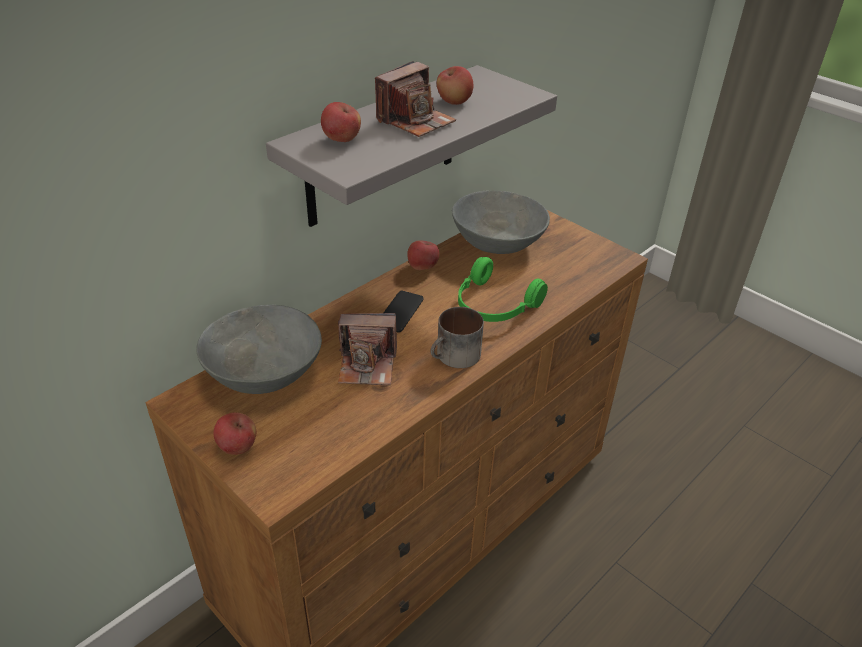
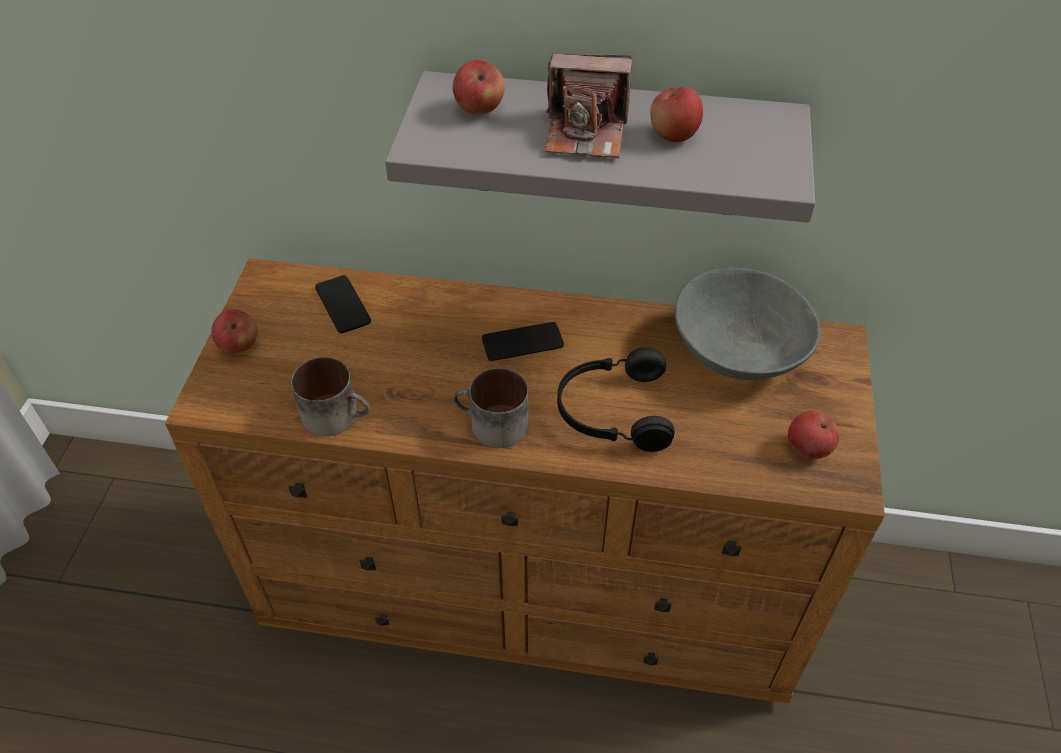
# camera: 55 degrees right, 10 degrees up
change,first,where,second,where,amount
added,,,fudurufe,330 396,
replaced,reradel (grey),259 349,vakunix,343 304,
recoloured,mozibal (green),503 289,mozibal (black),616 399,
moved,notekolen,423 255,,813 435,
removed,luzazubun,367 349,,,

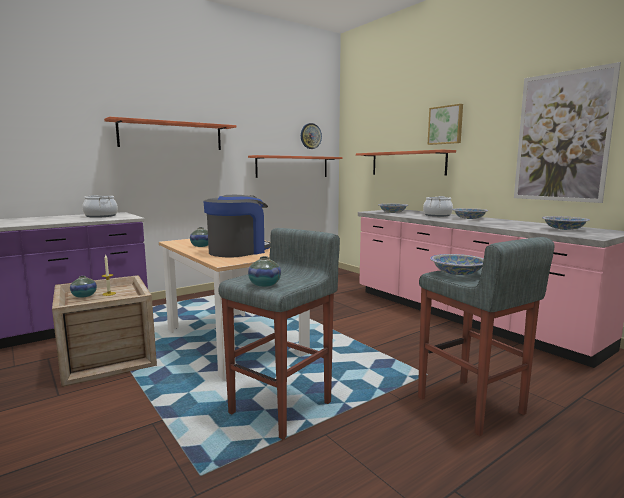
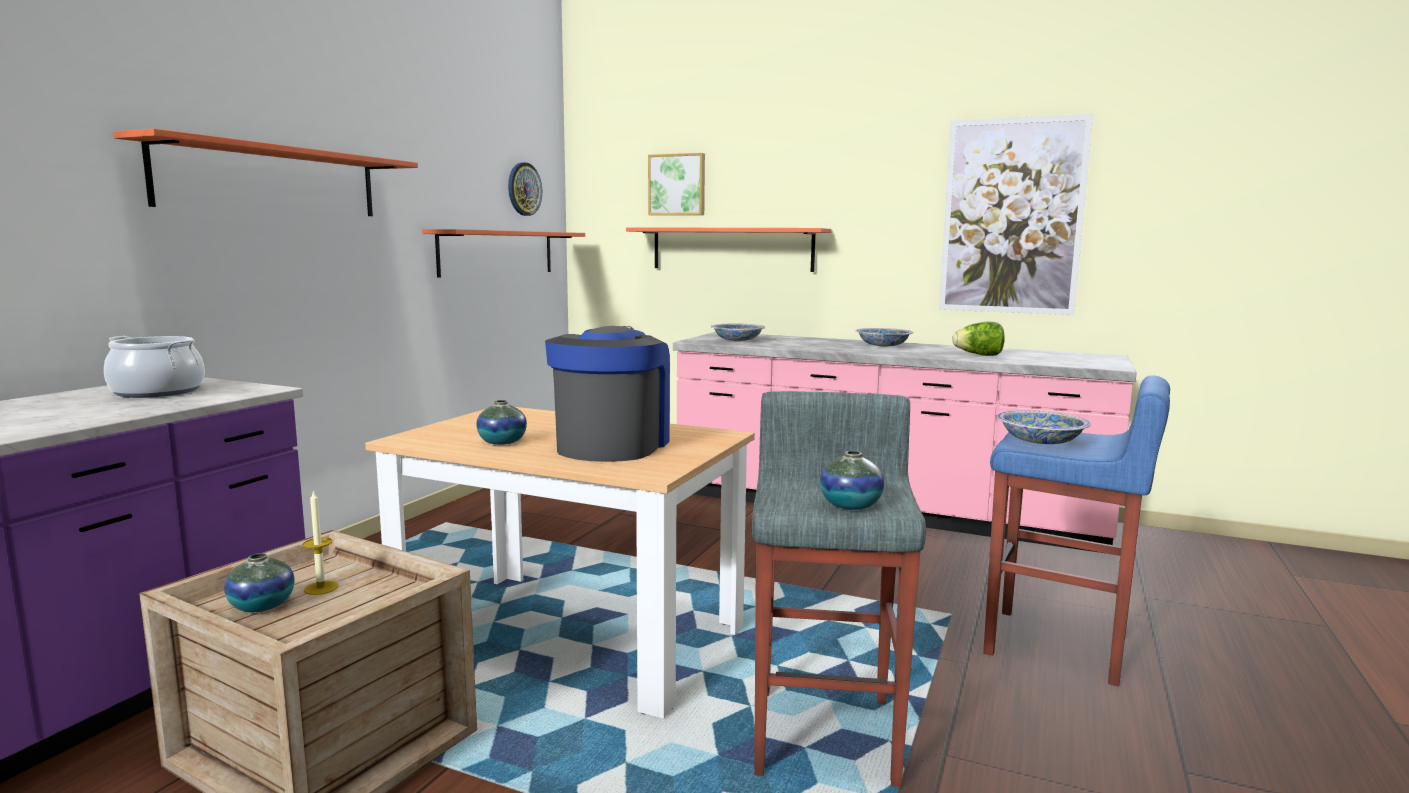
# camera: 30 degrees left, 0 degrees up
change,first,where,second,where,amount
moved,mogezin,445 124,,676 184,
added,,,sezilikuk,979 339,
recoloured,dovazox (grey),486 336,dovazox (blue),1076 531,
removed,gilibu,438 206,,,
removed,reradel,566 223,,,

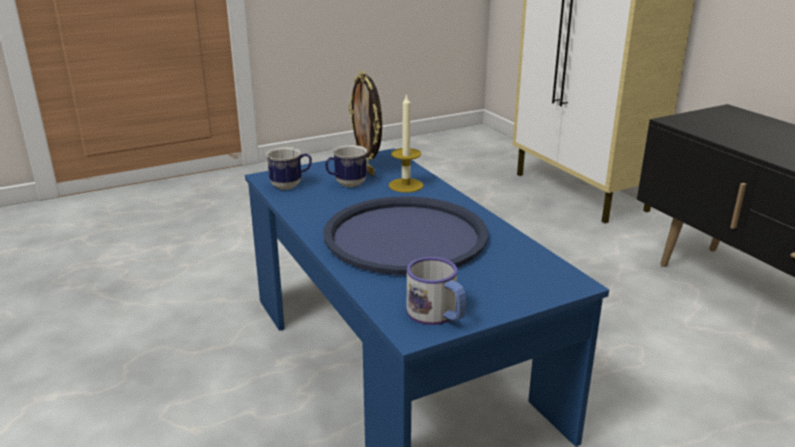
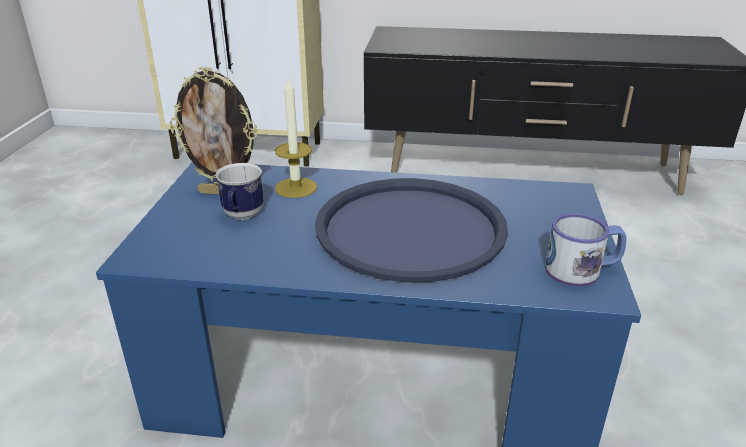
# camera: 55 degrees left, 5 degrees up
change,first,where,second,where,amount
removed,fudurufe,289 168,,,

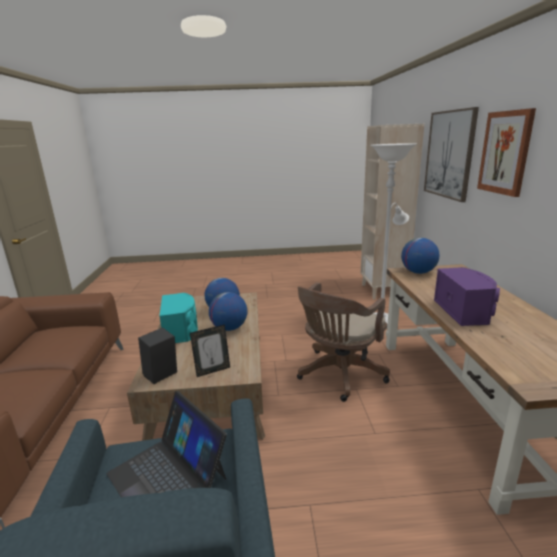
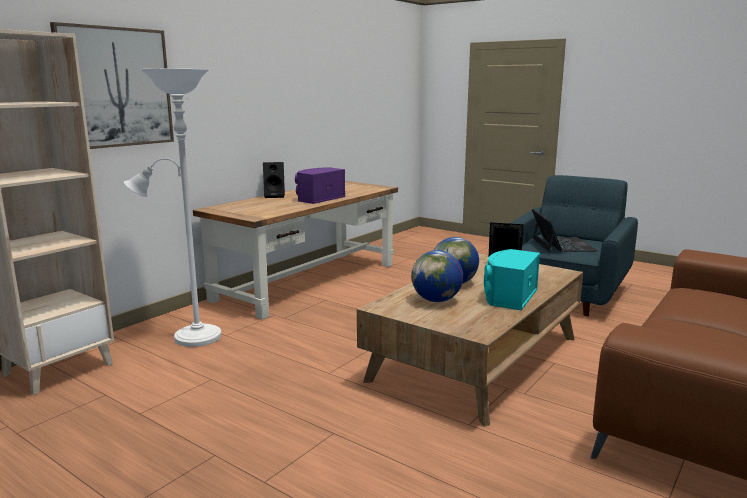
# camera: 140 degrees left, 5 degrees down
change,first,where,second,where,amount
moved,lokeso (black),157 355,,274 180,
removed,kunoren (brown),343 342,,,
removed,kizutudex,420 256,,,
removed,mogezin,506 152,,,

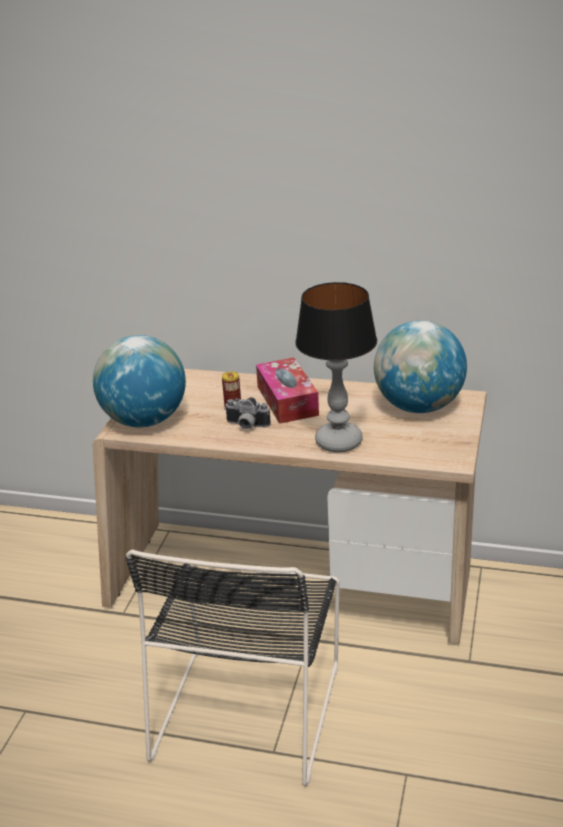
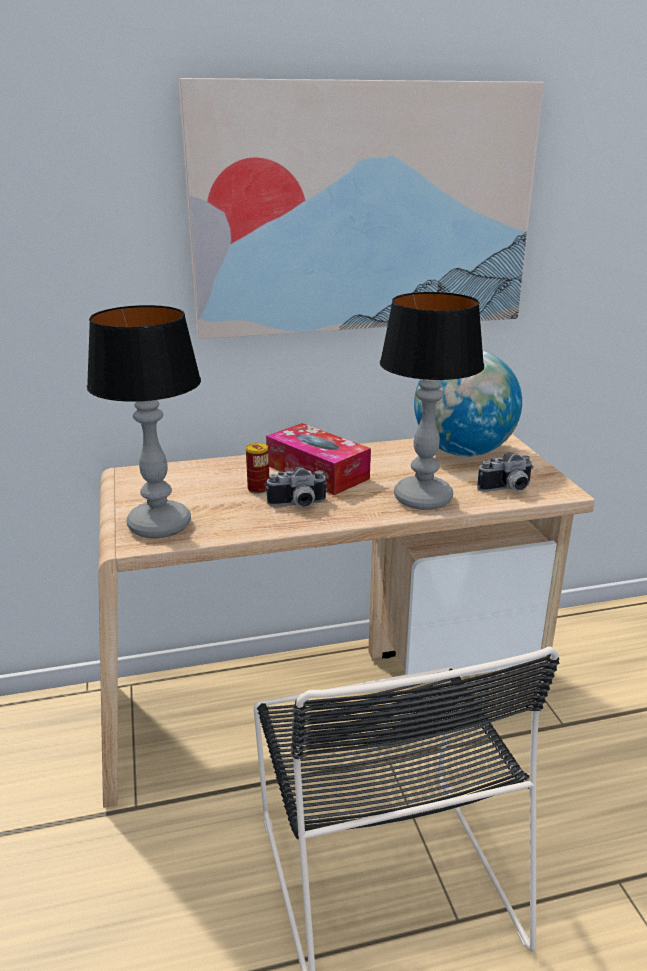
# camera: 30 degrees left, 5 degrees down
change,first,where,second,where,amount
replaced,kizutudex,139 381,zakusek,144 421,
added,,,mogezin,361 208,
added,,,luzazubun,505 472,

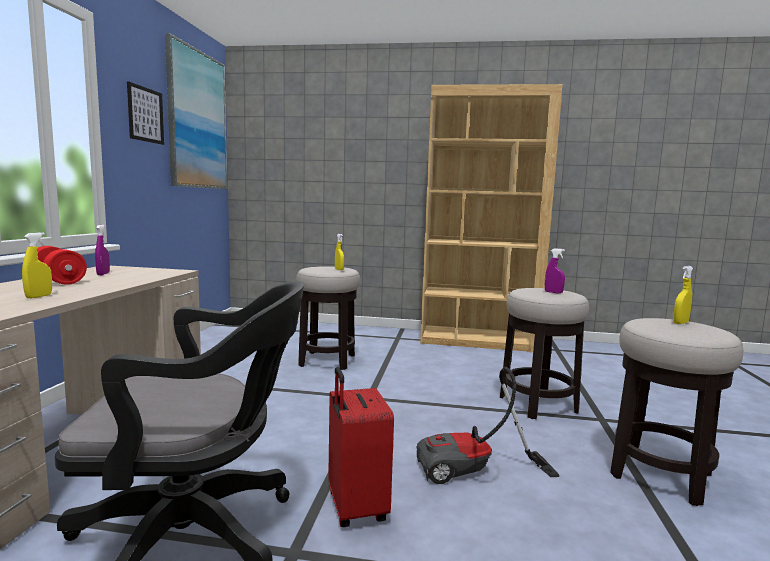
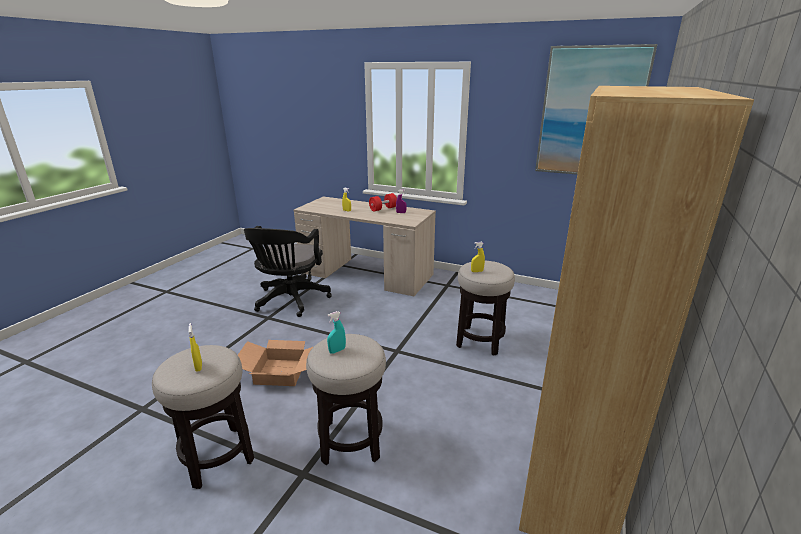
# camera: 105 degrees right, 15 degrees up
change,first,where,second,where,amount
replaced,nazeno,488 425,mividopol,275 363,
recoloured,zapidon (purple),555 270,zapidon (turquoise),336 332,
removed,mogezin,145 113,,,
removed,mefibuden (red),361 447,,,

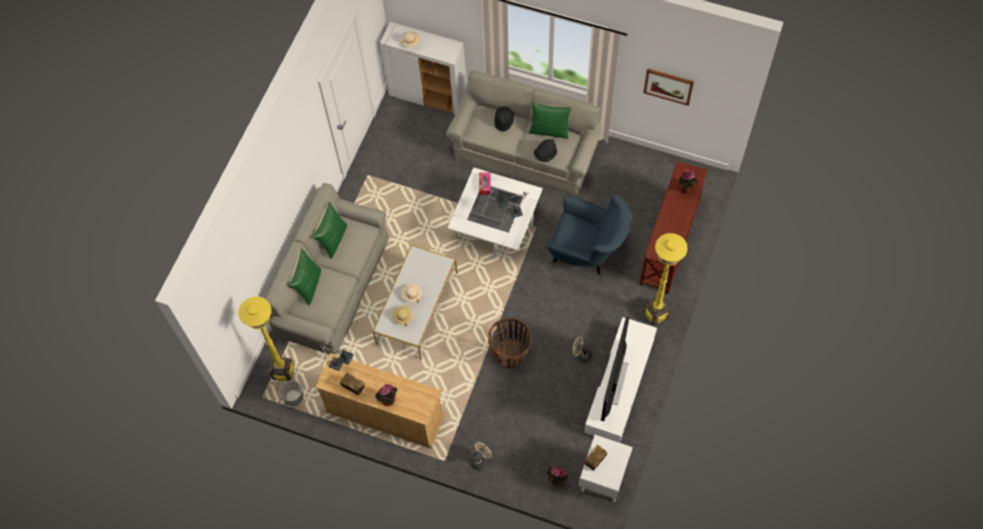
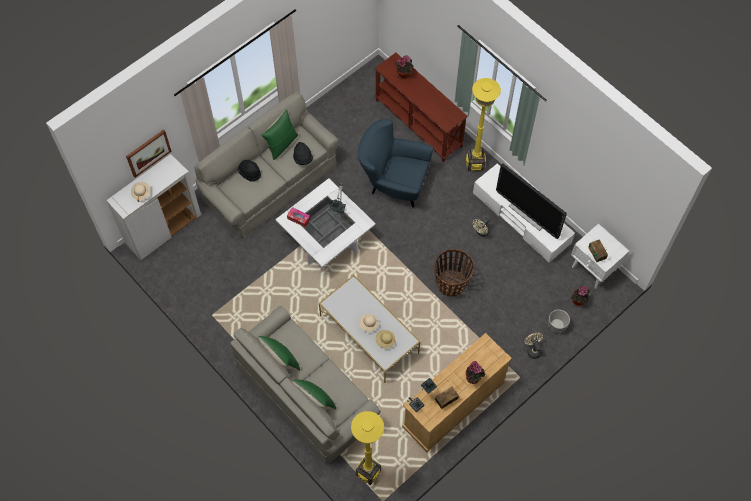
# camera: 65 degrees left, 0 degrees up
change,first,where,second,where,amount
moved,mogezin,668 87,,148 153,
turned,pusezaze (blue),588 234,,396 163,120 degrees counterclockwise
moved,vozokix,291 393,,559 321,

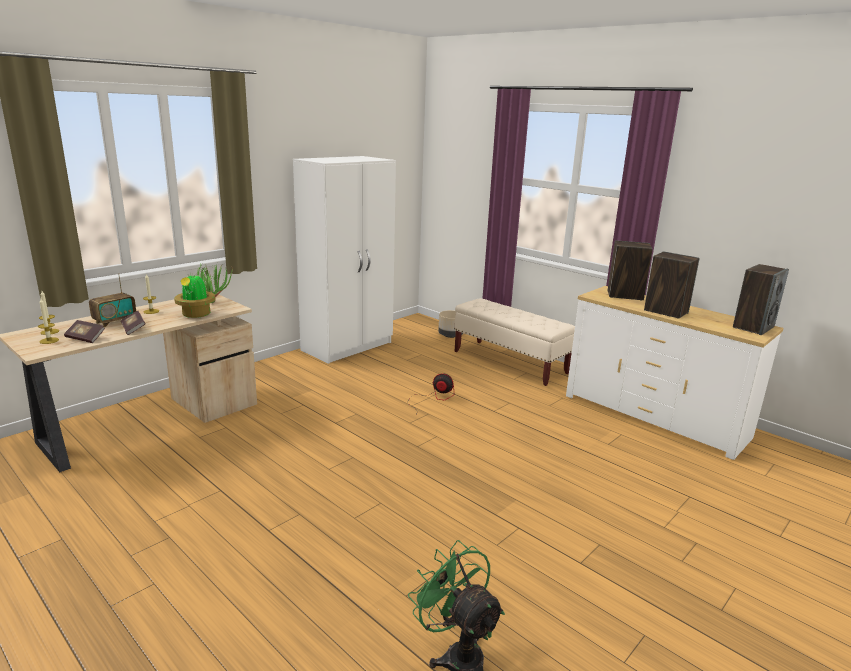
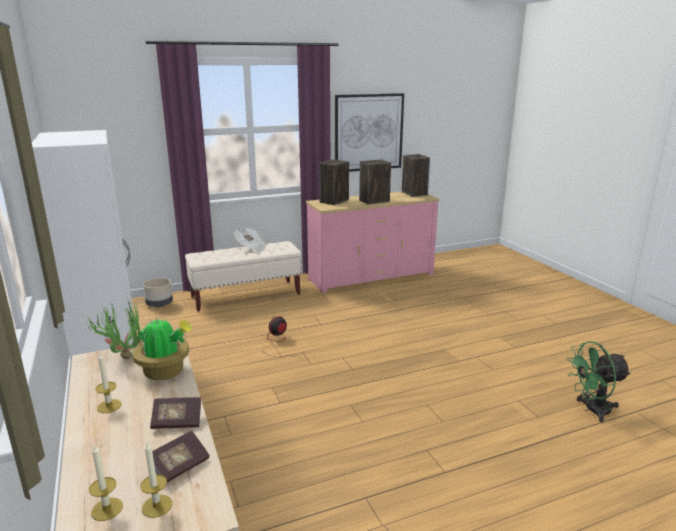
# camera: 65 degrees left, 0 degrees up
change,first,where,second,where,amount
added,,,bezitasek,250 239,
recoloured,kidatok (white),674 373,kidatok (pink),372 242,
added,,,mogezin,369 132,
removed,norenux,112 300,,,

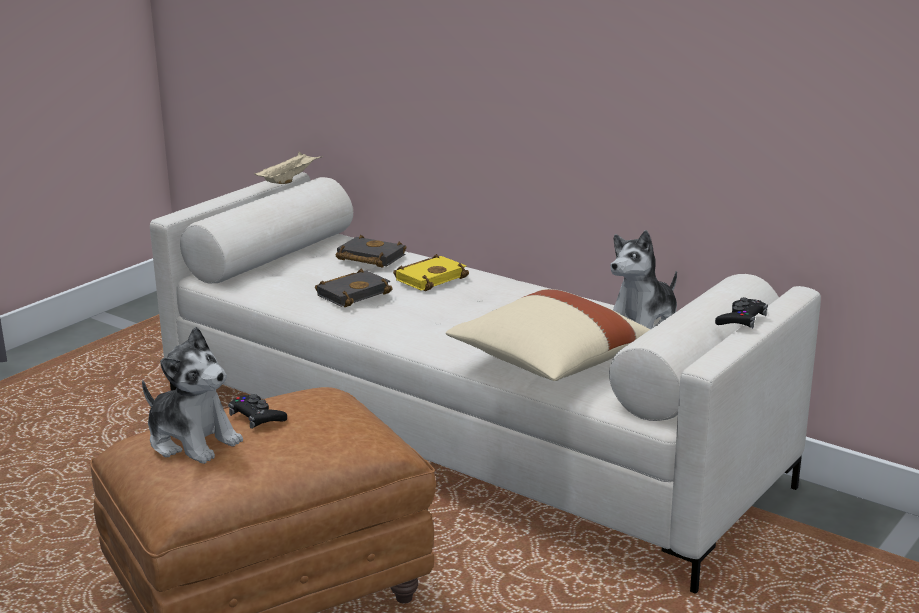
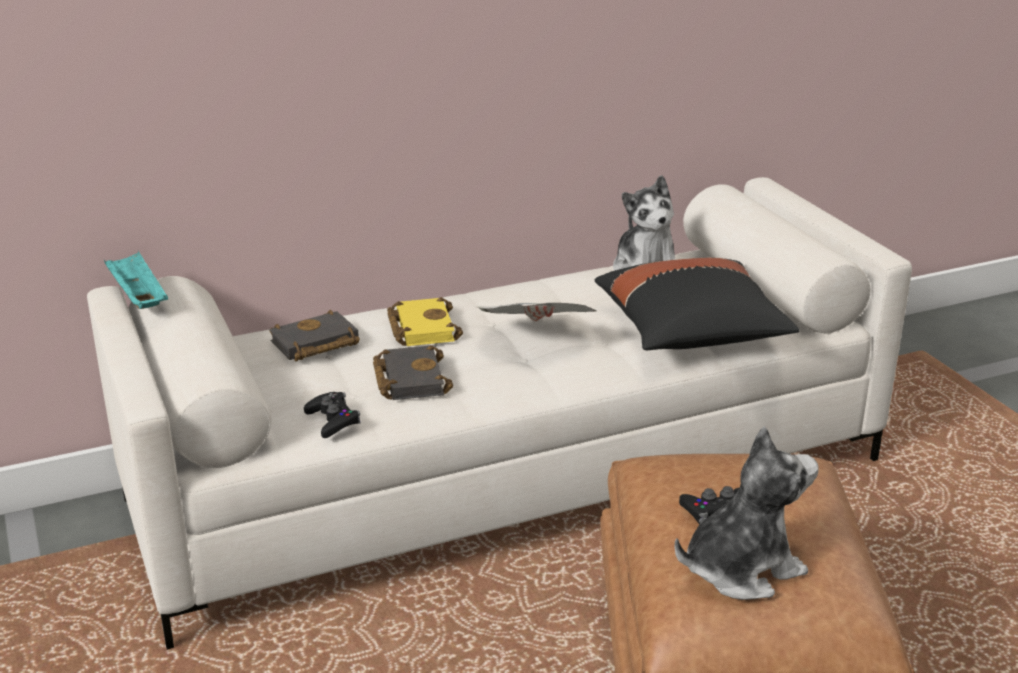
# camera: 60 degrees left, 5 degrees up
change,first,where,second,where,amount
recoloured,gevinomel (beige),288 168,gevinomel (turquoise),136 280,
moved,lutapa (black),741 312,,332 415,
added,,,bezitasek,537 312,
recoloured,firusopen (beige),548 335,firusopen (black),697 304,

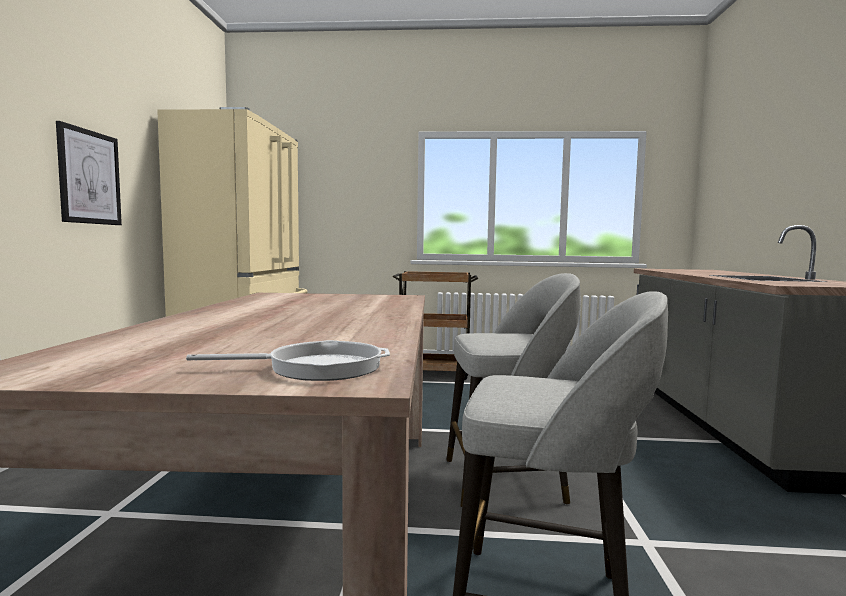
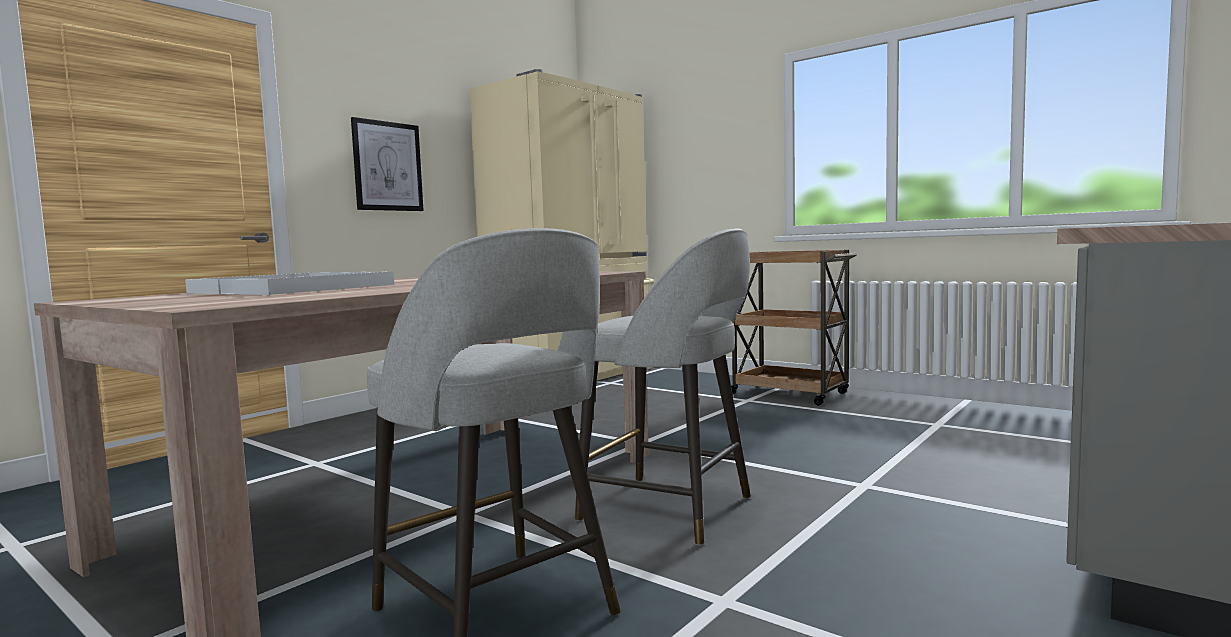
# camera: 35 degrees right, 0 degrees up
change,first,where,second,where,amount
added,,,gevinomel (white),289 283,
removed,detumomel,288 360,,,

